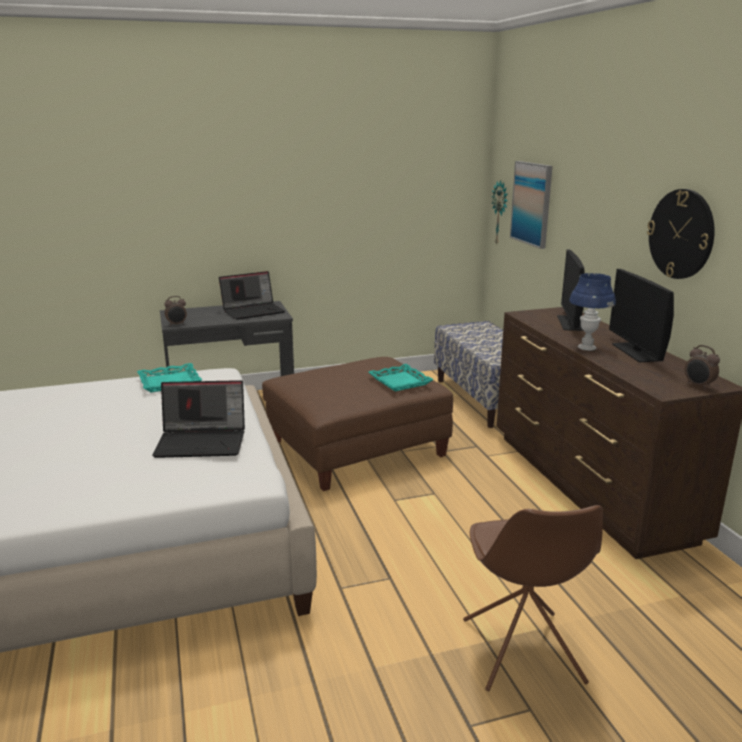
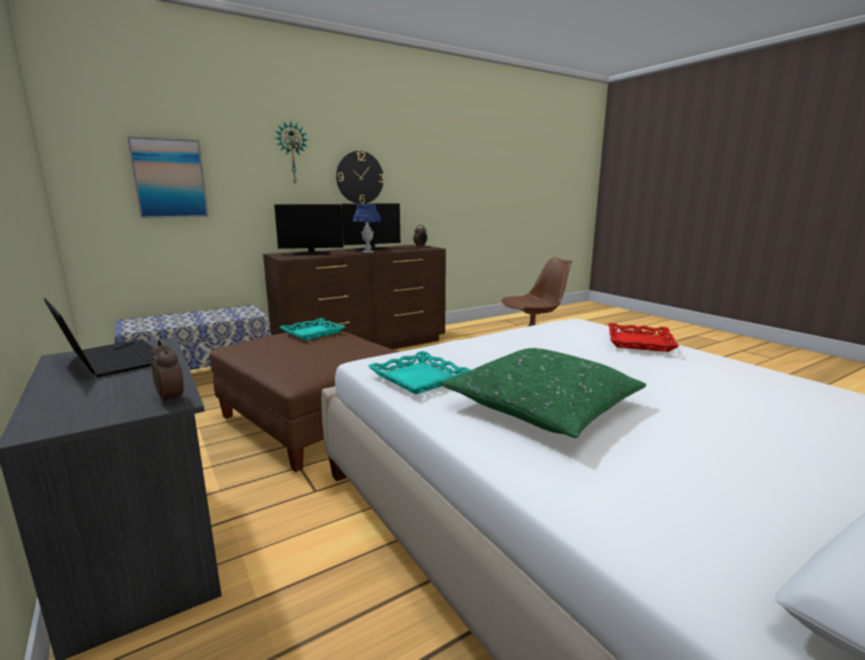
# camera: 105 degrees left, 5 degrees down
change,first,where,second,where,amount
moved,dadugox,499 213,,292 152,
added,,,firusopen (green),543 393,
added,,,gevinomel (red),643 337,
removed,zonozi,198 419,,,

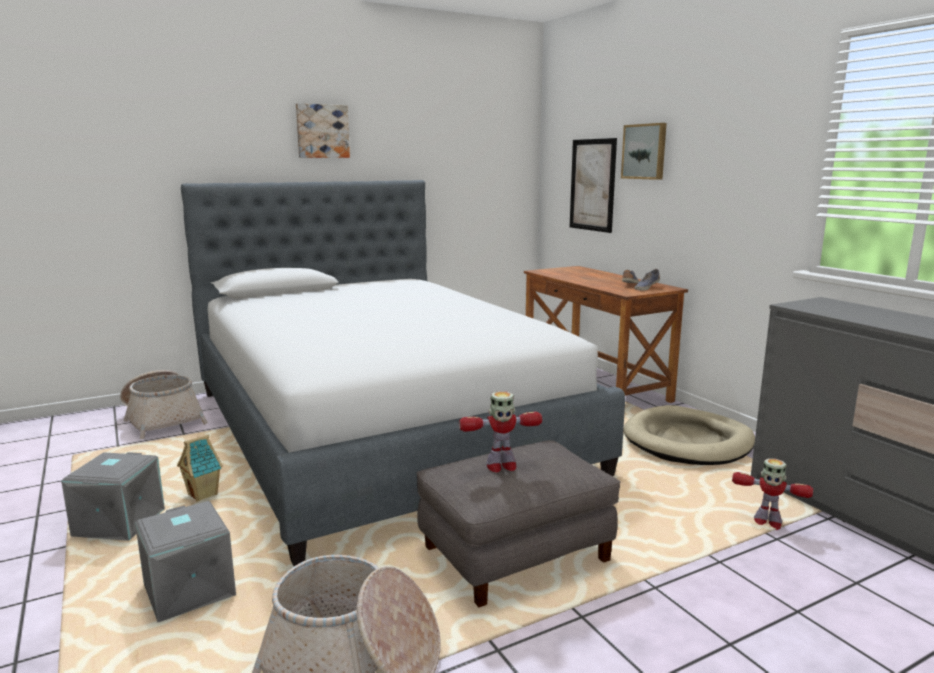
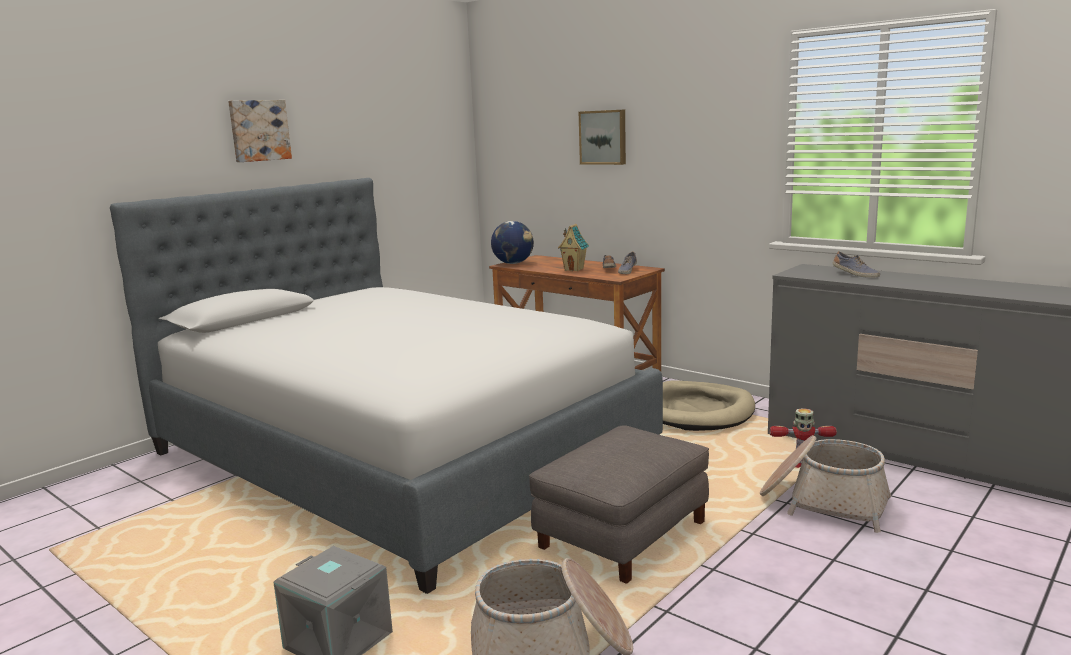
# camera: 20 degrees left, 0 degrees up
change,first,where,second,where,amount
added,,,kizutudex,512 242,
moved,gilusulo,200 468,,573 247,
moved,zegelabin,164 404,,825 484,
added,,,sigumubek,856 264,
removed,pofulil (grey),113 496,,,
removed,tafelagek,500 431,,,
removed,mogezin,593 185,,,

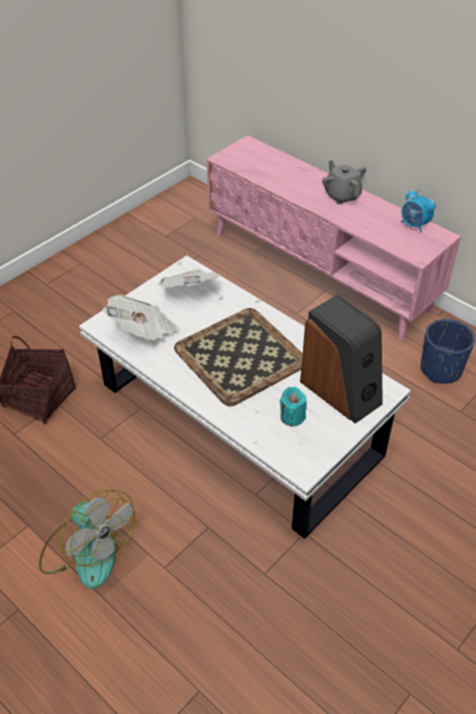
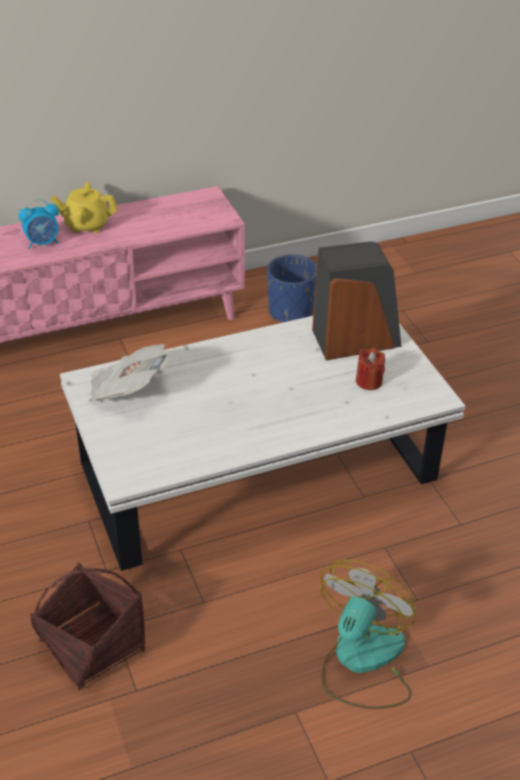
# camera: 65 degrees left, 5 degrees down
change,first,where,second,where,amount
moved,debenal,418 210,,39 224,
recoloured,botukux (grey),344 182,botukux (yellow),84 207,
turned,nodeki,87 539,,367 634,45 degrees counterclockwise
recoloured,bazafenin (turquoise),293 407,bazafenin (red),370 369,
removed,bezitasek,141 318,,,
removed,gevinomel,238 357,,,

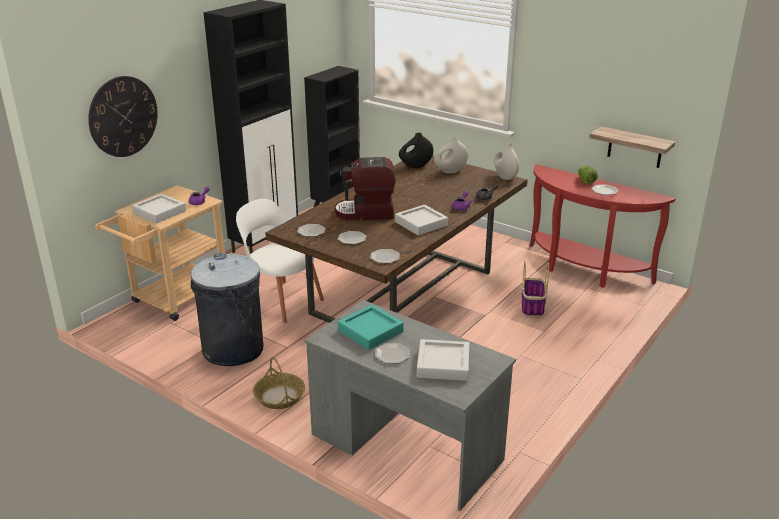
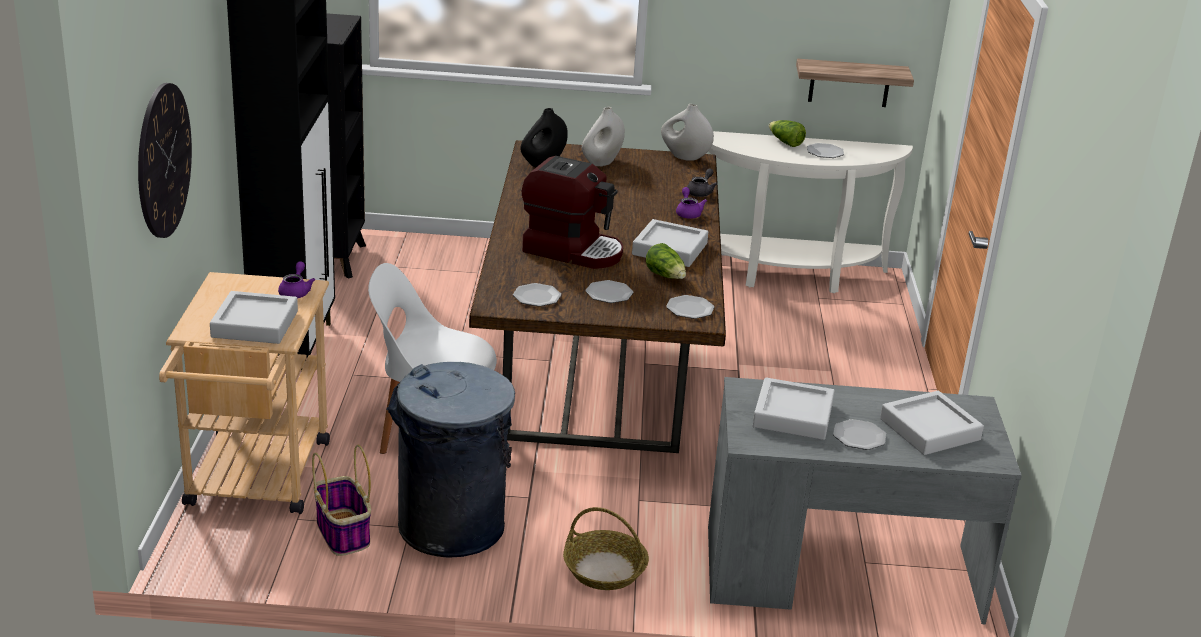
# camera: 35 degrees left, 0 degrees up
change,first,where,second,where,amount
moved,zegelabin,535 288,,341 500,
turned,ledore,365 188,,572 212,120 degrees counterclockwise
added,,,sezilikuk,666 261,
recoloured,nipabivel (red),602 226,nipabivel (white),809 212,
recoloured,gevinomel (turquoise),371 327,gevinomel (grey),793 408,

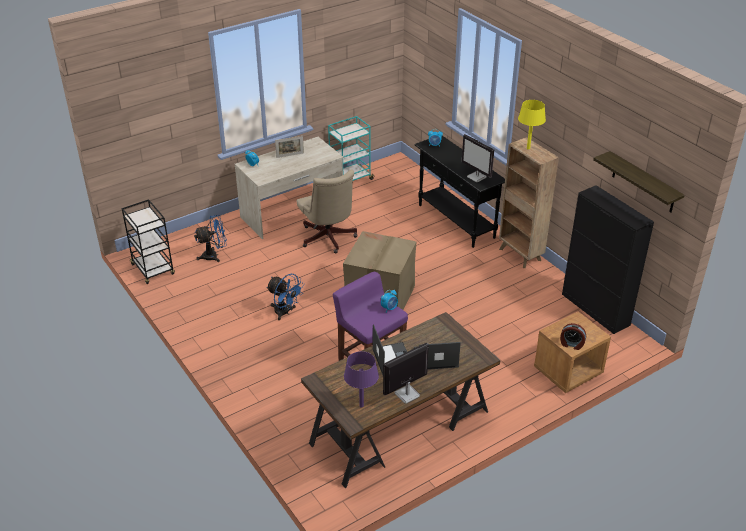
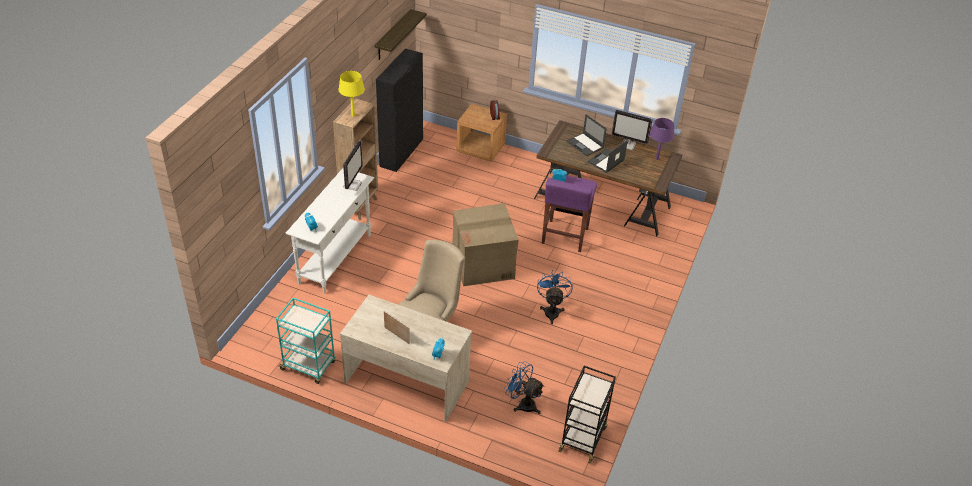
# camera: 125 degrees left, 5 degrees up
change,first,where,second,where,amount
recoloured,nipabivel (black),459 192,nipabivel (white),330 231,

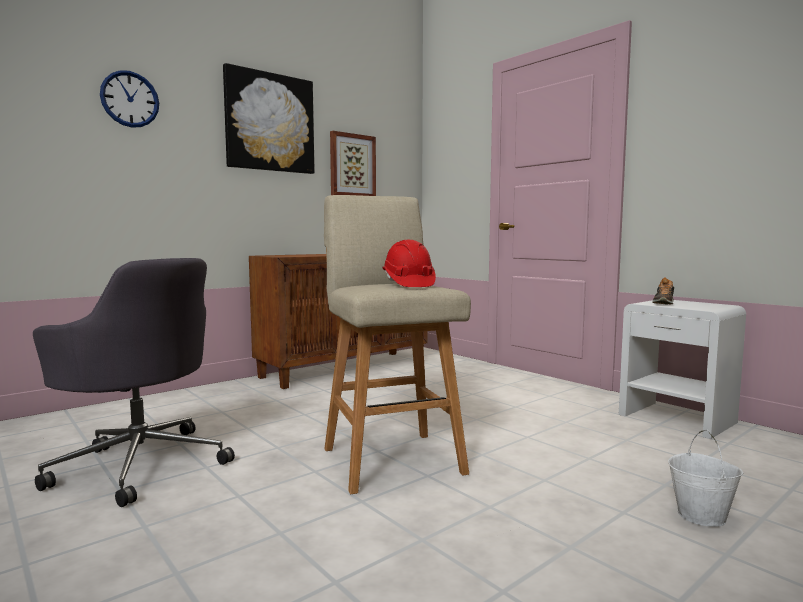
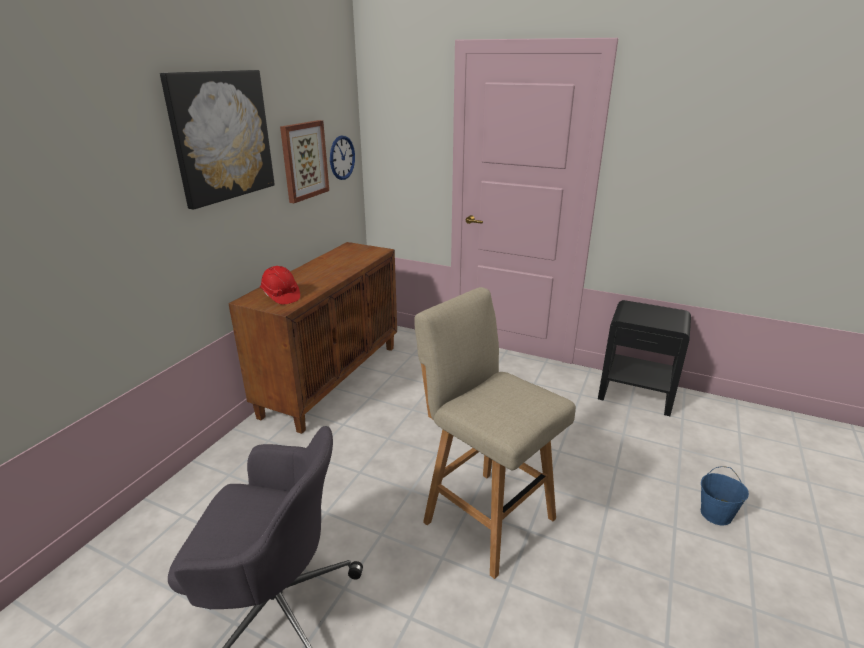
# camera: 25 degrees left, 20 degrees up
change,first,where,second,where,amount
moved,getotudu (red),409 263,,280 285,
moved,dadugox,129 99,,342 157,
recoloured,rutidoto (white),682 369,rutidoto (black),644 358,
recoloured,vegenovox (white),705 478,vegenovox (blue),725 495,
removed,sigumubek,663 290,,,

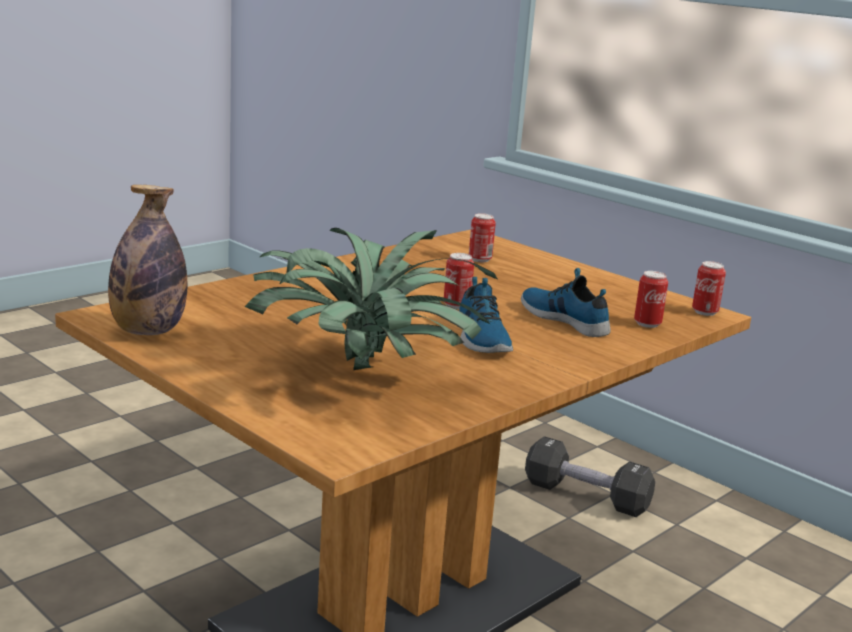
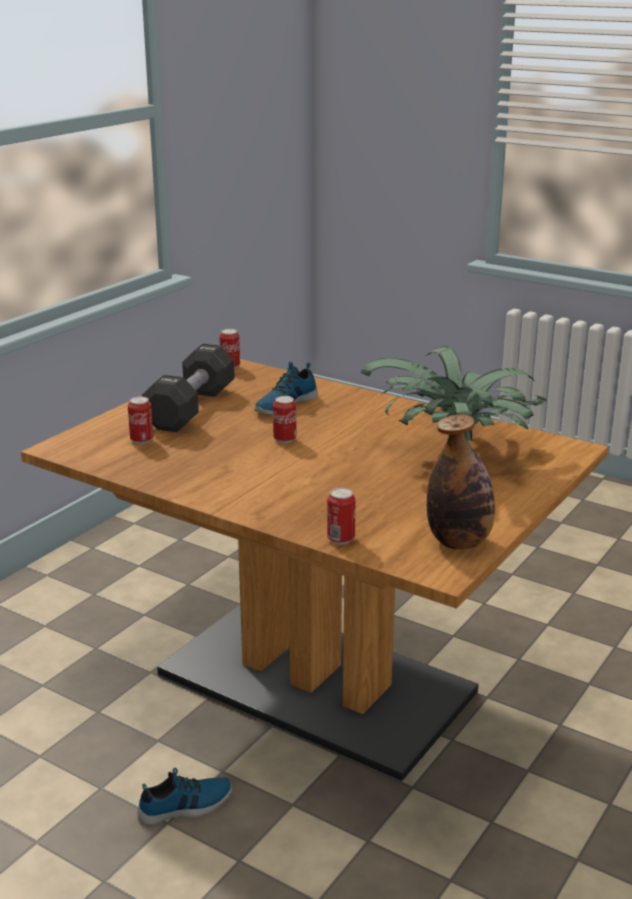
# camera: 100 degrees left, 5 degrees up
change,first,where,second,where,amount
moved,sigumubek,486 315,,184 796,
moved,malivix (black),590 476,,188 388,
moved,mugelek,651 299,,341 516,

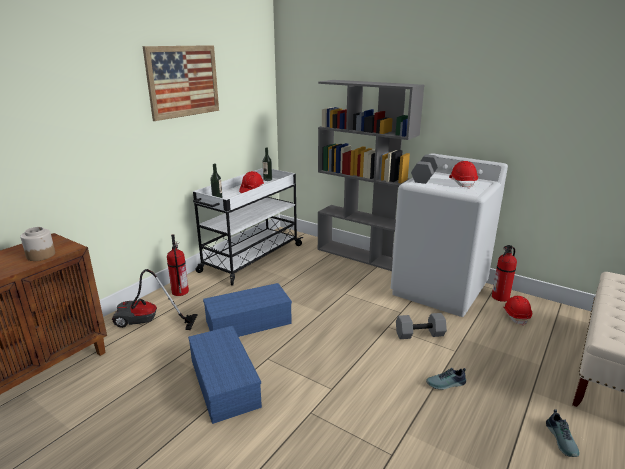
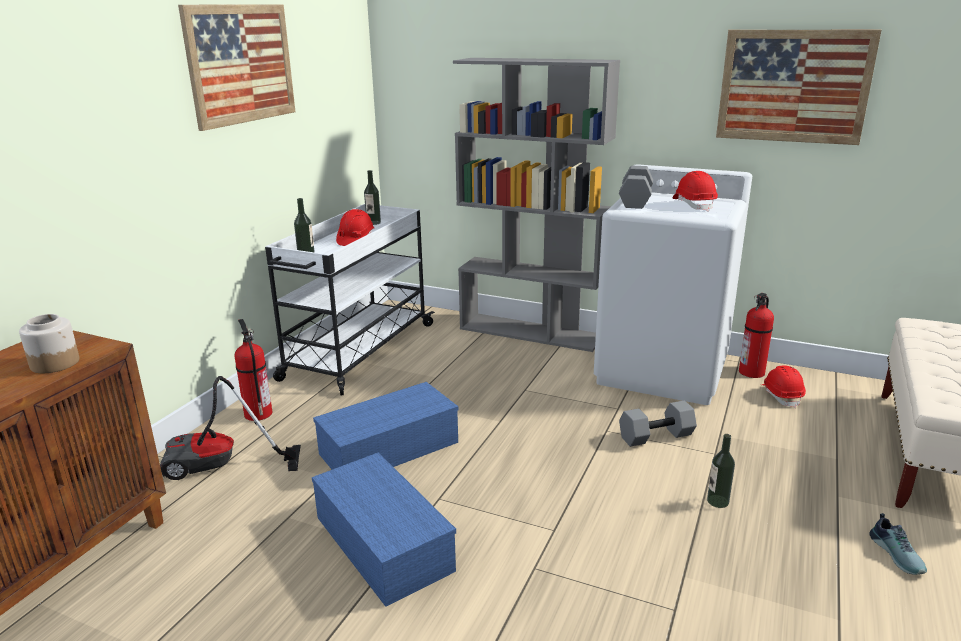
# camera: 10 degrees left, 0 degrees up
change,first,where,second,where,amount
replaced,sigumubek,446 379,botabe,721 471,
added,,,mogezin,798 87,

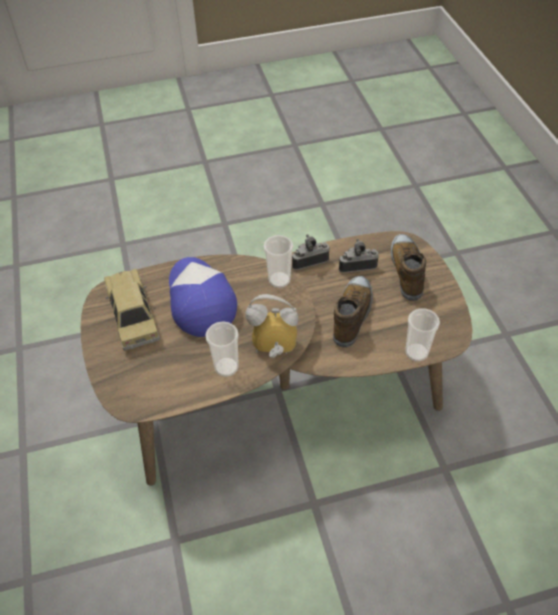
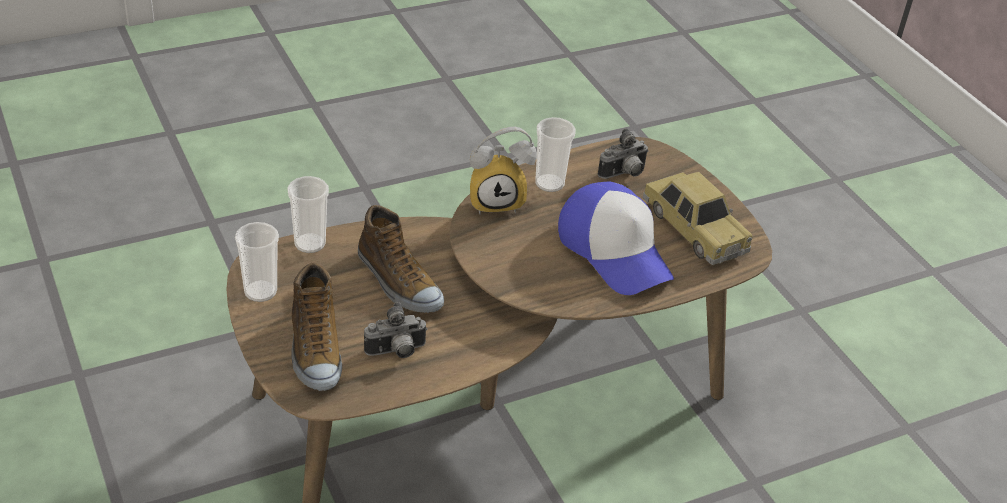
# camera: 165 degrees right, 10 degrees down
change,first,where,second,where,amount
moved,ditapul,278 261,,257 262,
turned,sigumubek,353 312,,401 259,45 degrees counterclockwise
moved,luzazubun,310 252,,623 153,

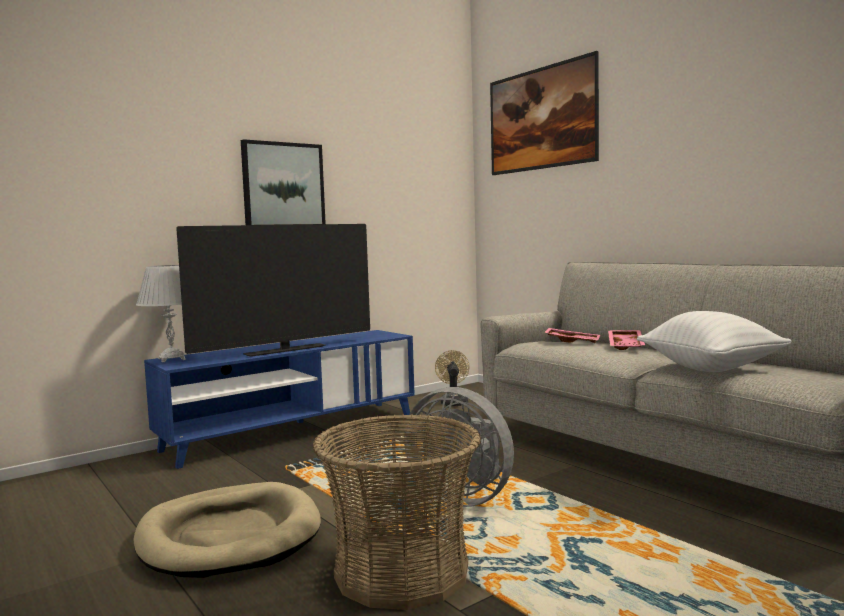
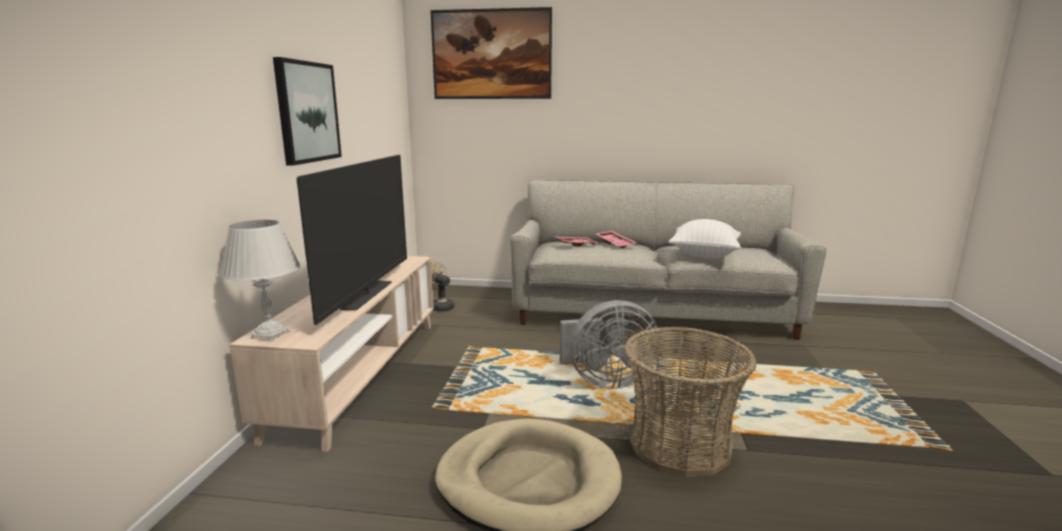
# camera: 45 degrees left, 10 degrees up
change,first,where,second,where,amount
recoloured,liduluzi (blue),279 399,liduluzi (beige),331 354,

